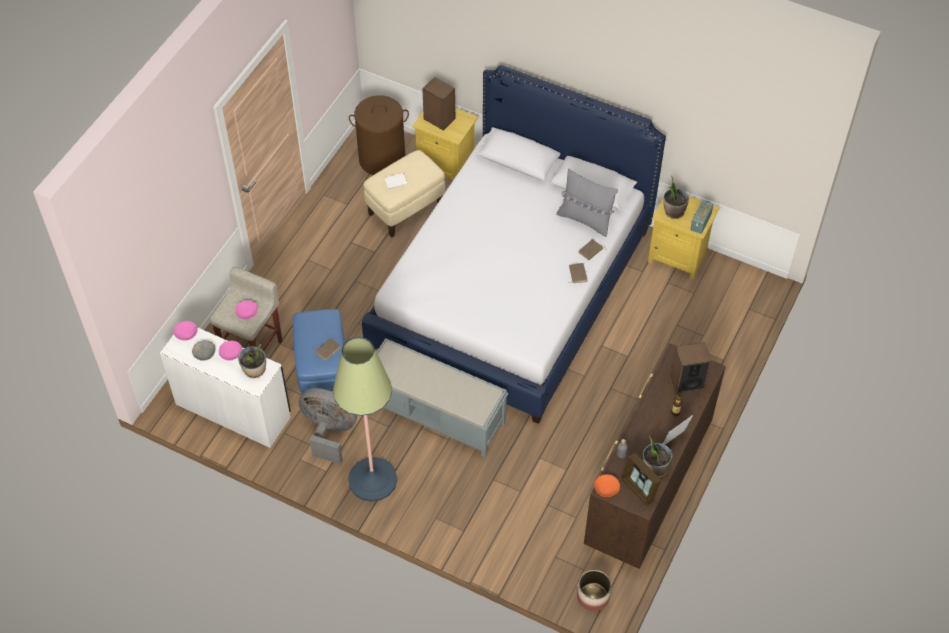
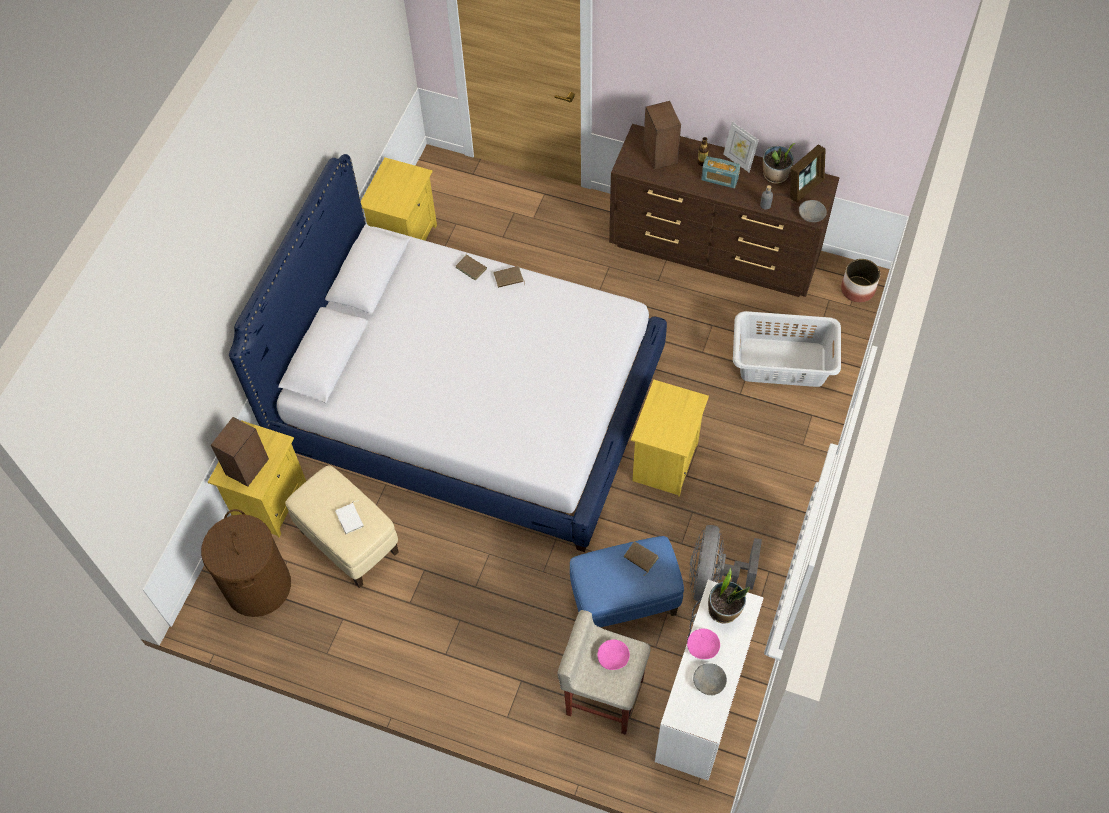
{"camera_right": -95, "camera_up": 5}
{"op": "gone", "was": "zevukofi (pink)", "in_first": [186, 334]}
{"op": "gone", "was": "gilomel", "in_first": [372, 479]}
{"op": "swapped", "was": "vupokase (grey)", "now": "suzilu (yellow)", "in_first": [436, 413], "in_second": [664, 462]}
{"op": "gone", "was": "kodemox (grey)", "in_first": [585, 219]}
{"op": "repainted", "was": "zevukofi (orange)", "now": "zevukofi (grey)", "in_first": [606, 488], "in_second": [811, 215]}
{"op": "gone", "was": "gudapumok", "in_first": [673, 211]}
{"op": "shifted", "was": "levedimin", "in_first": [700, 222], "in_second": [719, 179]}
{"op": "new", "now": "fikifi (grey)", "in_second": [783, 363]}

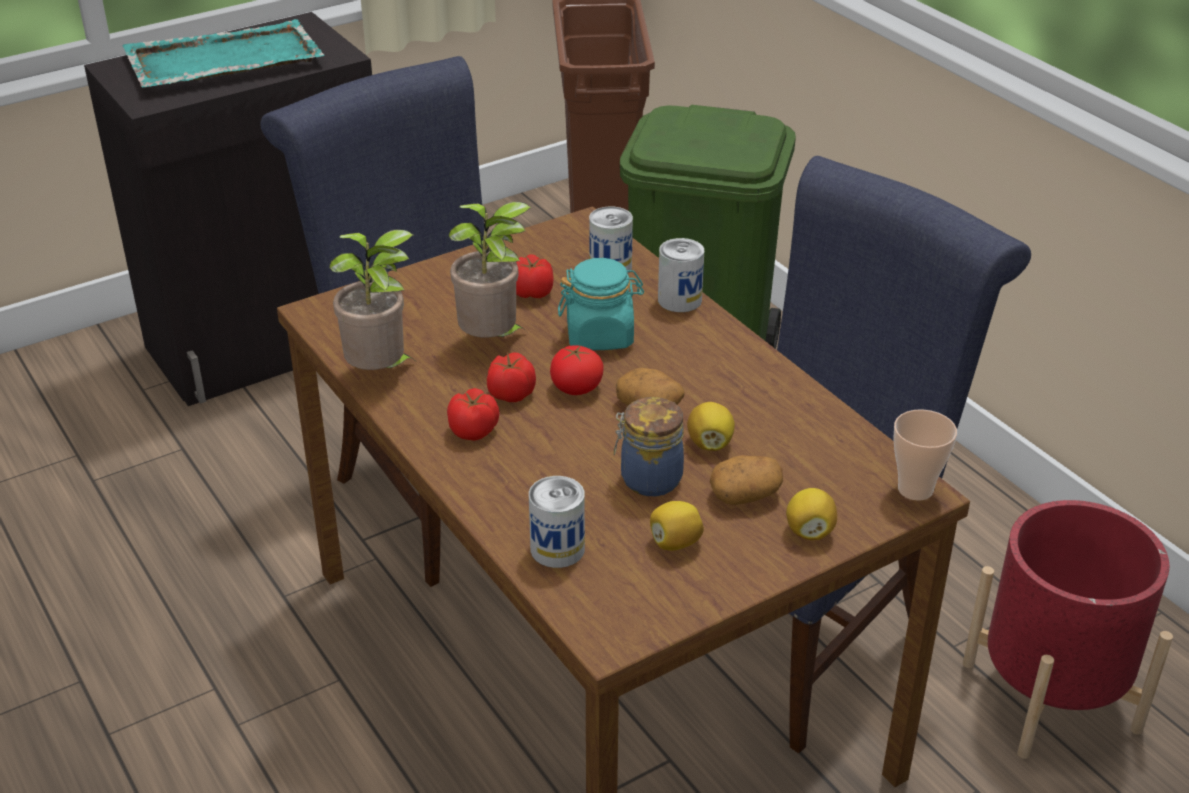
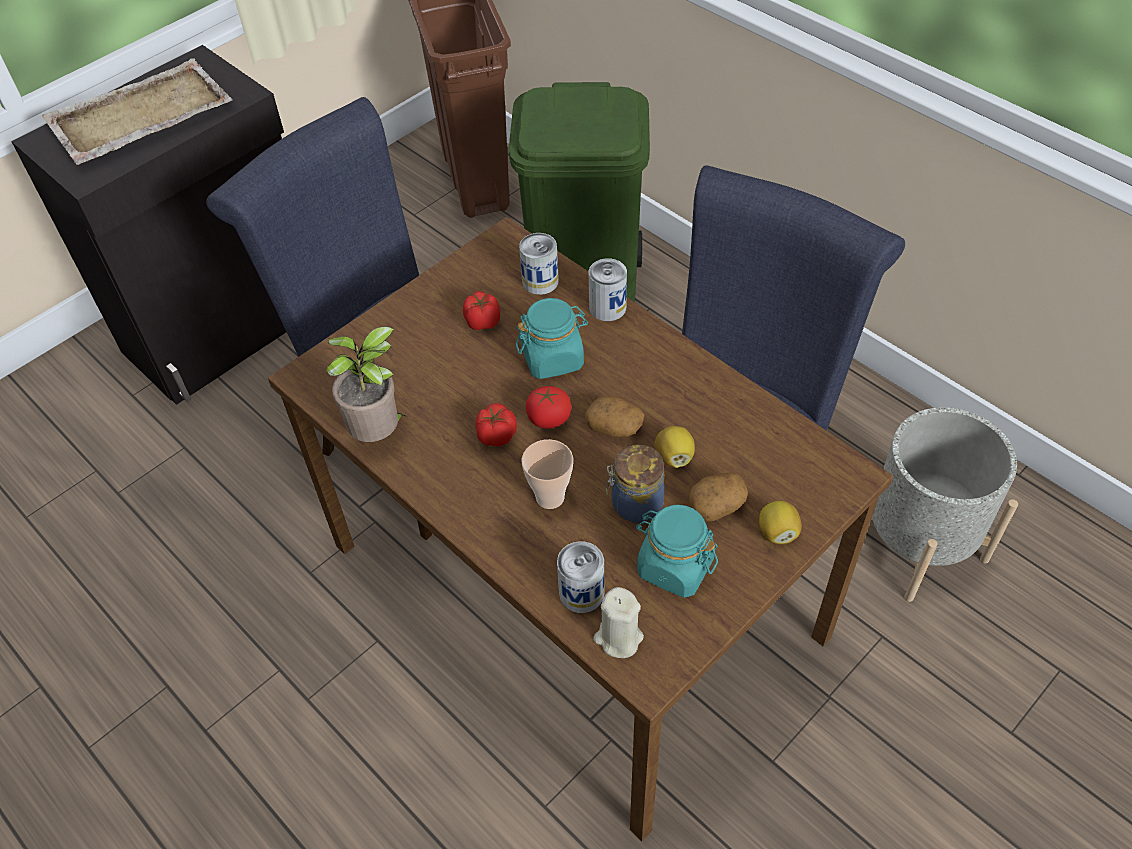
{"camera_right": -10, "camera_up": 15}
{"op": "repainted", "was": "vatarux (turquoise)", "now": "vatarux (beige)", "in_first": [222, 60], "in_second": [139, 116]}
{"op": "gone", "was": "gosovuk", "in_first": [474, 430]}
{"op": "gone", "was": "gudapumok", "in_first": [492, 342]}
{"op": "swapped", "was": "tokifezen", "now": "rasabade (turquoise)", "in_first": [675, 543], "in_second": [674, 567]}
{"op": "shifted", "was": "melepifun", "in_first": [915, 489], "in_second": [550, 497]}
{"op": "repainted", "was": "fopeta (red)", "now": "fopeta (grey)", "in_first": [1050, 696], "in_second": [917, 543]}
{"op": "new", "now": "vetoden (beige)", "in_second": [618, 638]}

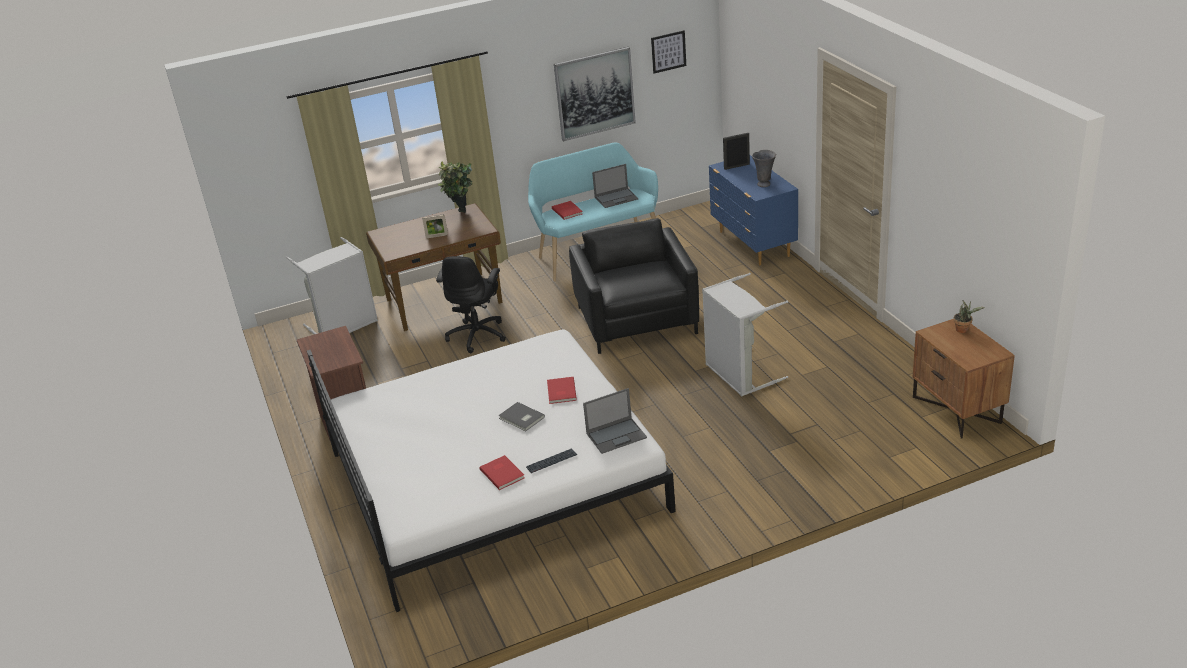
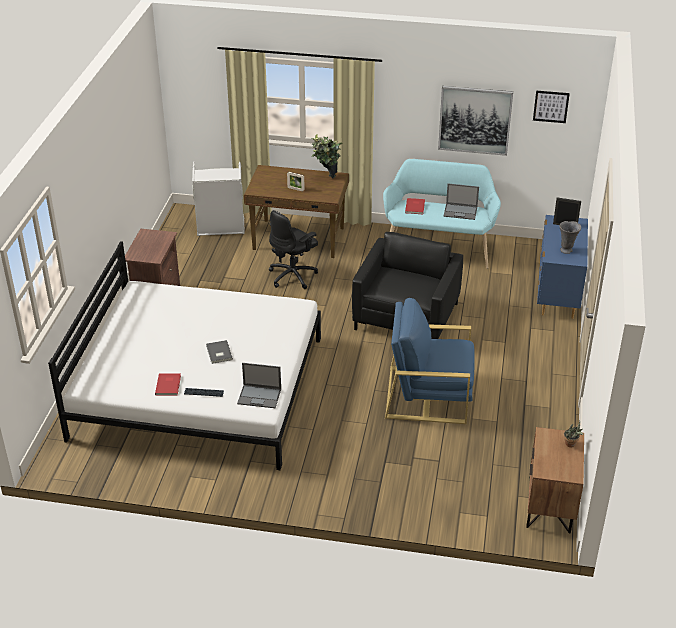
{"camera_right": 30, "camera_up": 5}
{"op": "gone", "was": "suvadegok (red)", "in_first": [560, 392]}
{"op": "swapped", "was": "fikifi (grey)", "now": "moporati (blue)", "in_first": [738, 374], "in_second": [428, 395]}

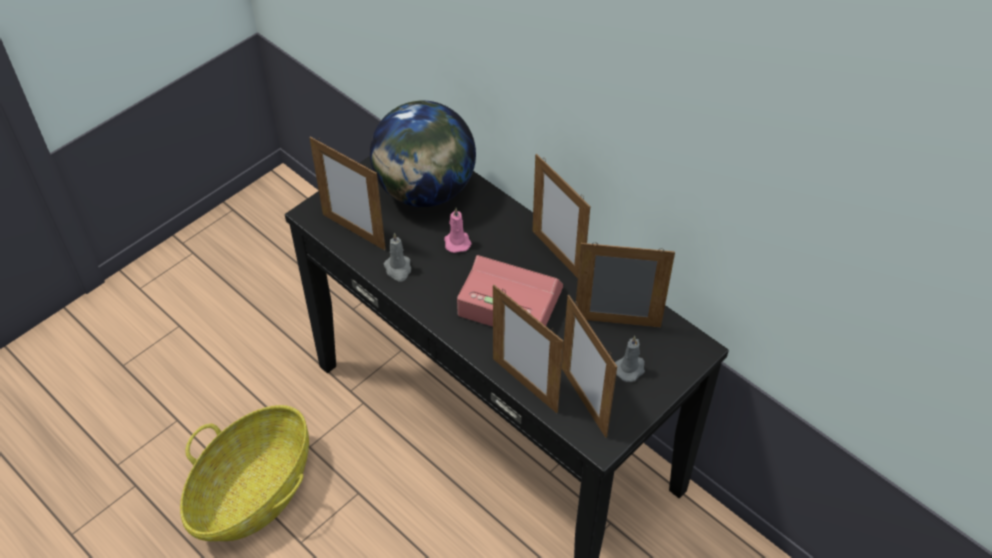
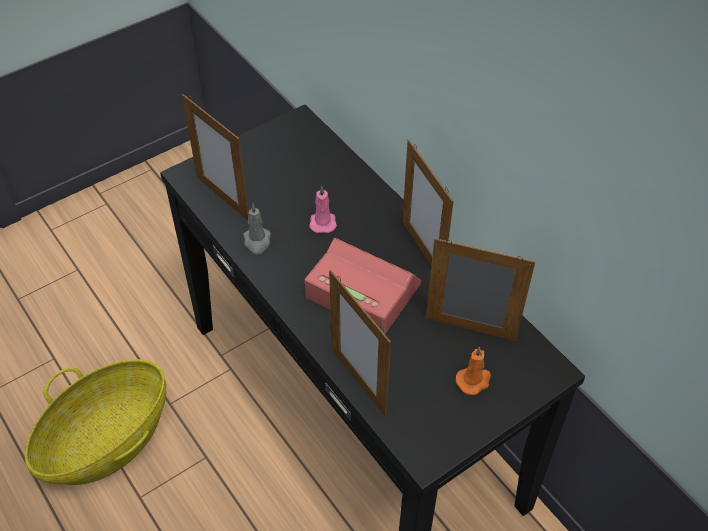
{"camera_right": 10, "camera_up": 0}
{"op": "gone", "was": "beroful", "in_first": [425, 191]}
{"op": "gone", "was": "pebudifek", "in_first": [584, 402]}
{"op": "repainted", "was": "vetoden (grey)", "now": "vetoden (orange)", "in_first": [630, 368], "in_second": [474, 380]}

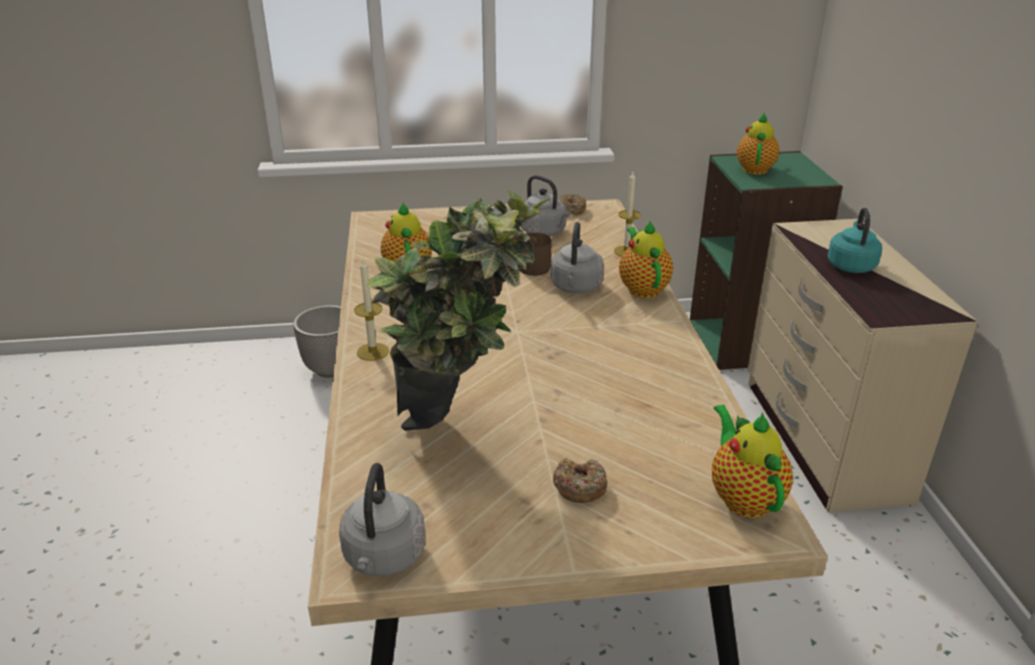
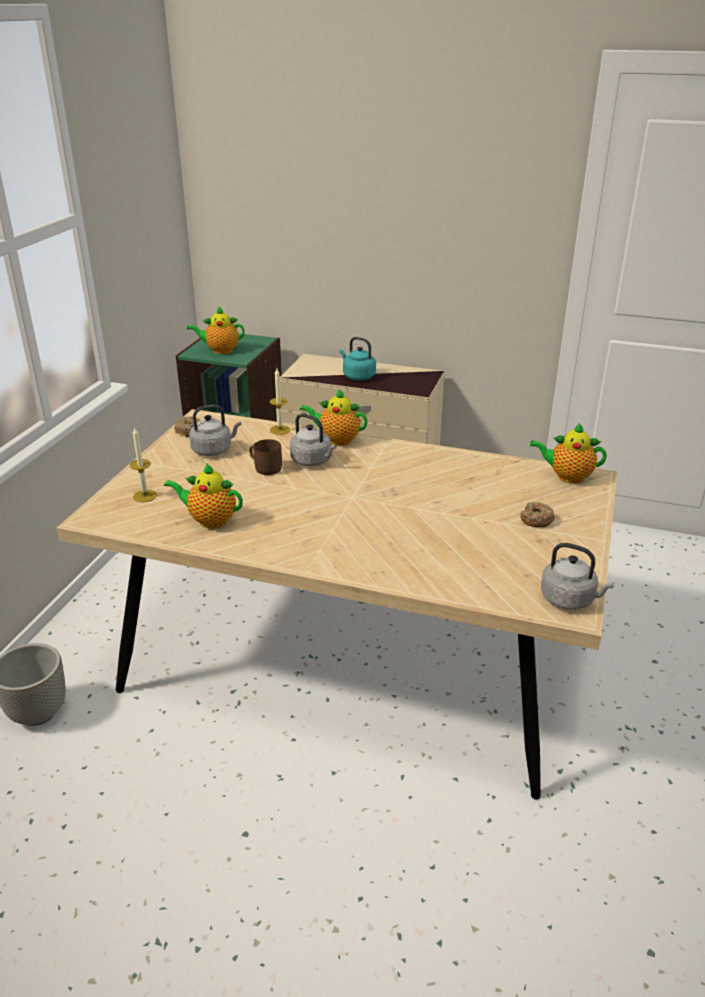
{"camera_right": -65, "camera_up": 0}
{"op": "shifted", "was": "vetoden", "in_first": [372, 351], "in_second": [145, 496]}
{"op": "gone", "was": "gudapumok", "in_first": [464, 433]}
{"op": "rotated", "was": "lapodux", "in_first": [755, 169], "in_second": [220, 350], "clockwise": -45}

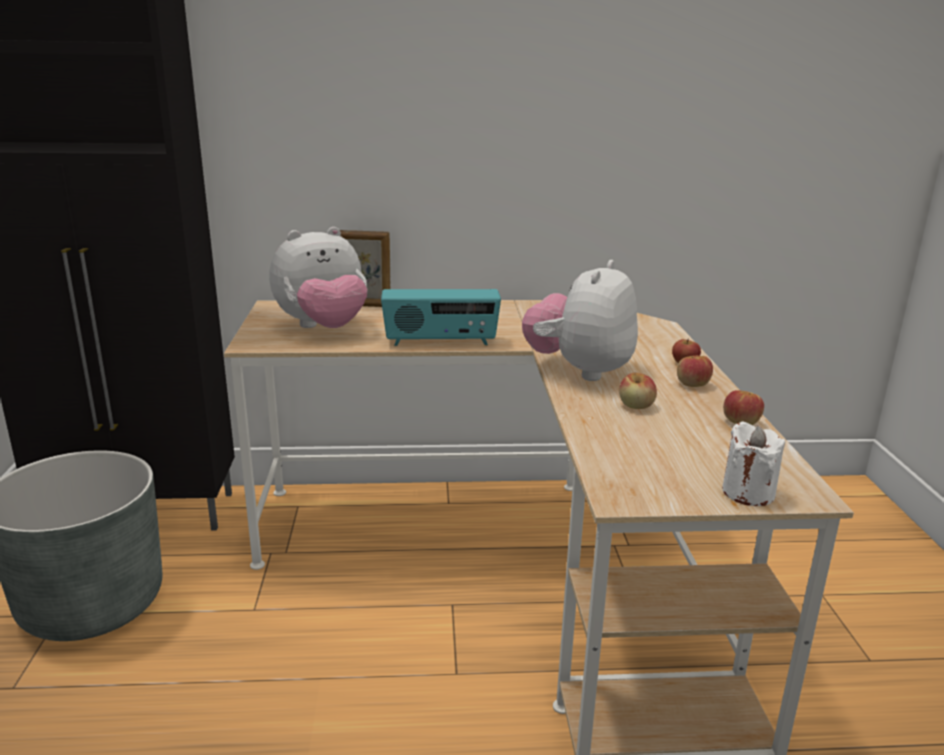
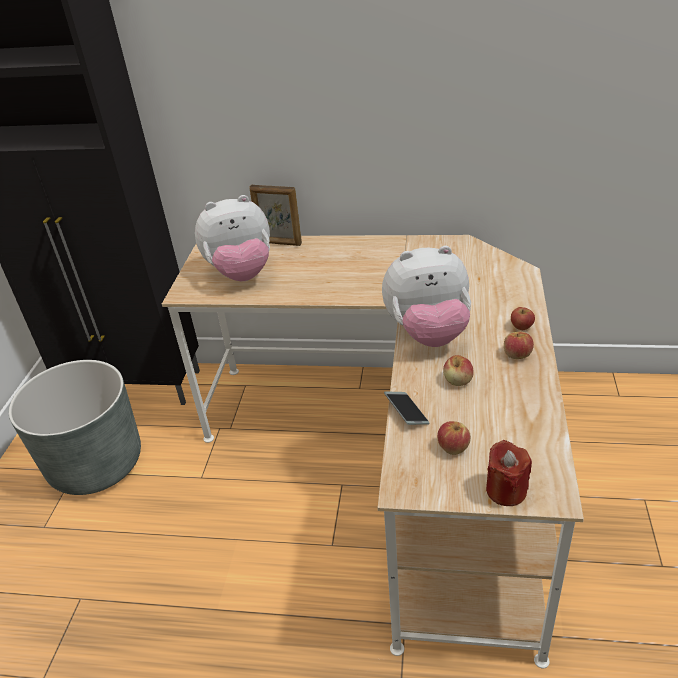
{"camera_right": 15, "camera_up": 15}
{"op": "gone", "was": "levedimin", "in_first": [440, 342]}
{"op": "rotated", "was": "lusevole", "in_first": [580, 370], "in_second": [428, 333], "clockwise": -135}
{"op": "repainted", "was": "vetoden (white)", "now": "vetoden (red)", "in_first": [748, 493], "in_second": [506, 490]}
{"op": "shifted", "was": "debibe", "in_first": [740, 422], "in_second": [453, 447]}
{"op": "new", "now": "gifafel", "in_second": [406, 412]}

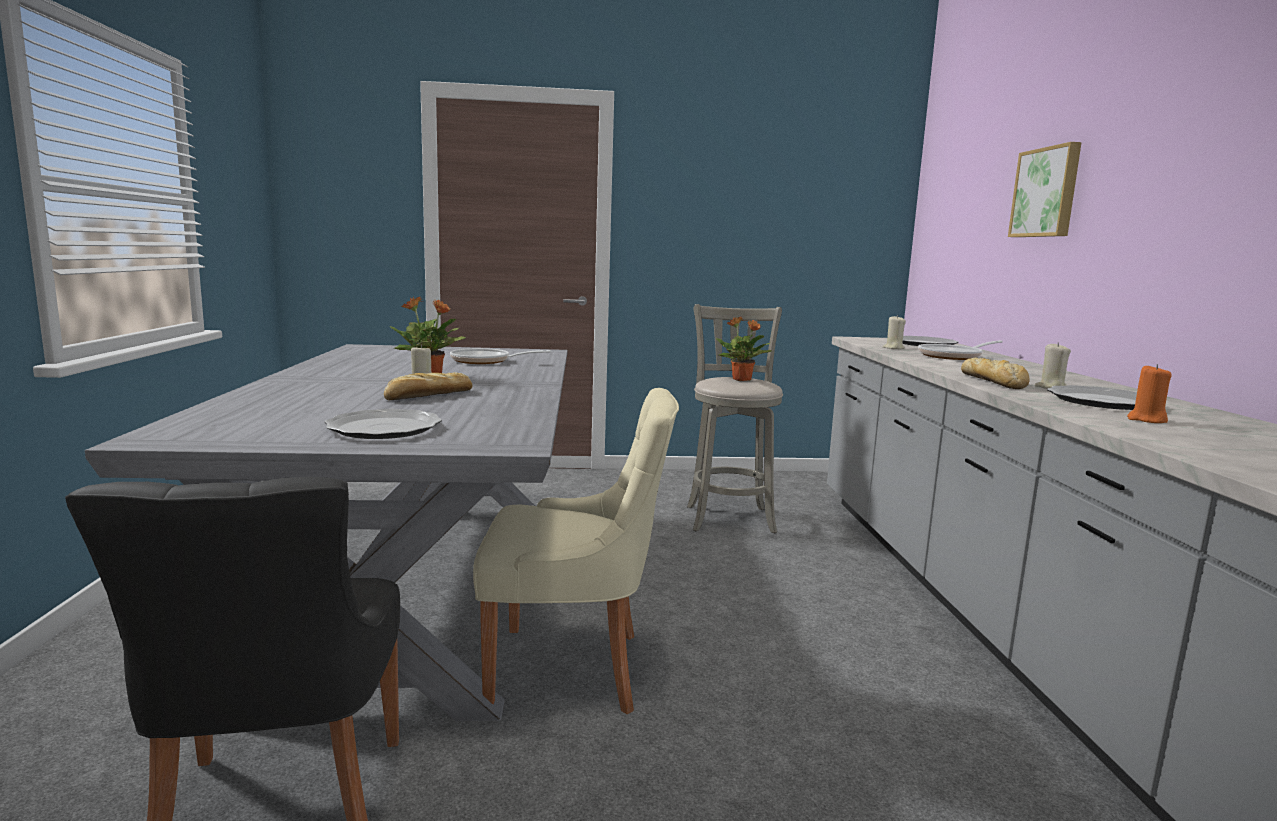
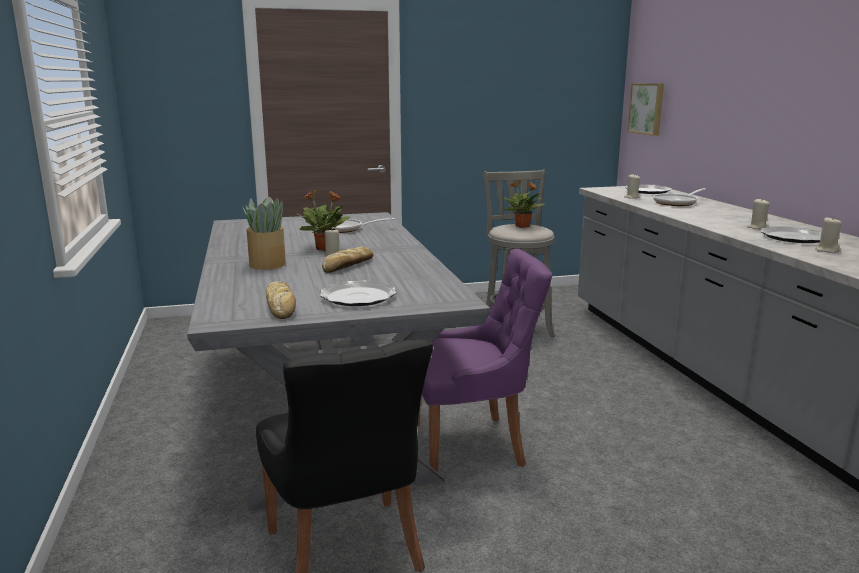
{"camera_right": -10, "camera_up": 5}
{"op": "repainted", "was": "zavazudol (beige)", "now": "zavazudol (purple)", "in_first": [573, 669], "in_second": [472, 444]}
{"op": "shifted", "was": "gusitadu", "in_first": [993, 382], "in_second": [281, 306]}
{"op": "shifted", "was": "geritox", "in_first": [1047, 192], "in_second": [647, 108]}
{"op": "repainted", "was": "vetoden (orange)", "now": "vetoden (beige)", "in_first": [1146, 420], "in_second": [826, 250]}
{"op": "new", "now": "gudapumok", "in_second": [268, 264]}

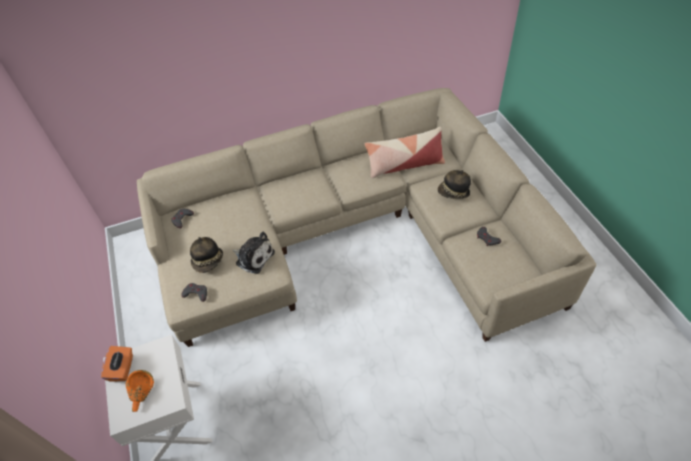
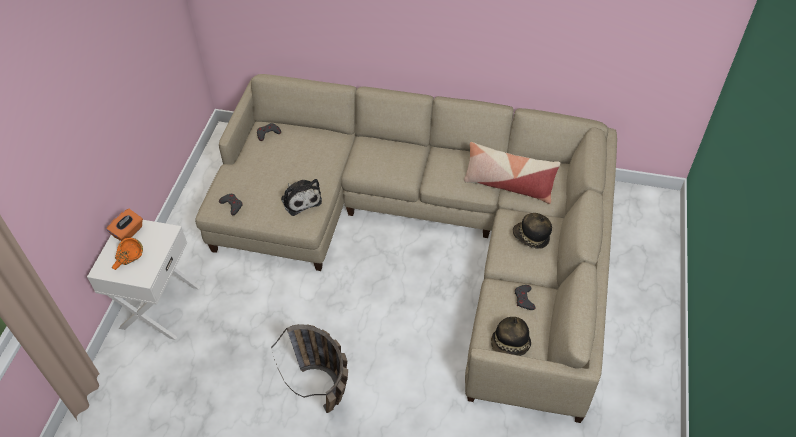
{"camera_right": 30, "camera_up": 0}
{"op": "shifted", "was": "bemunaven", "in_first": [208, 261], "in_second": [510, 345]}
{"op": "new", "now": "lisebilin", "in_second": [327, 396]}

